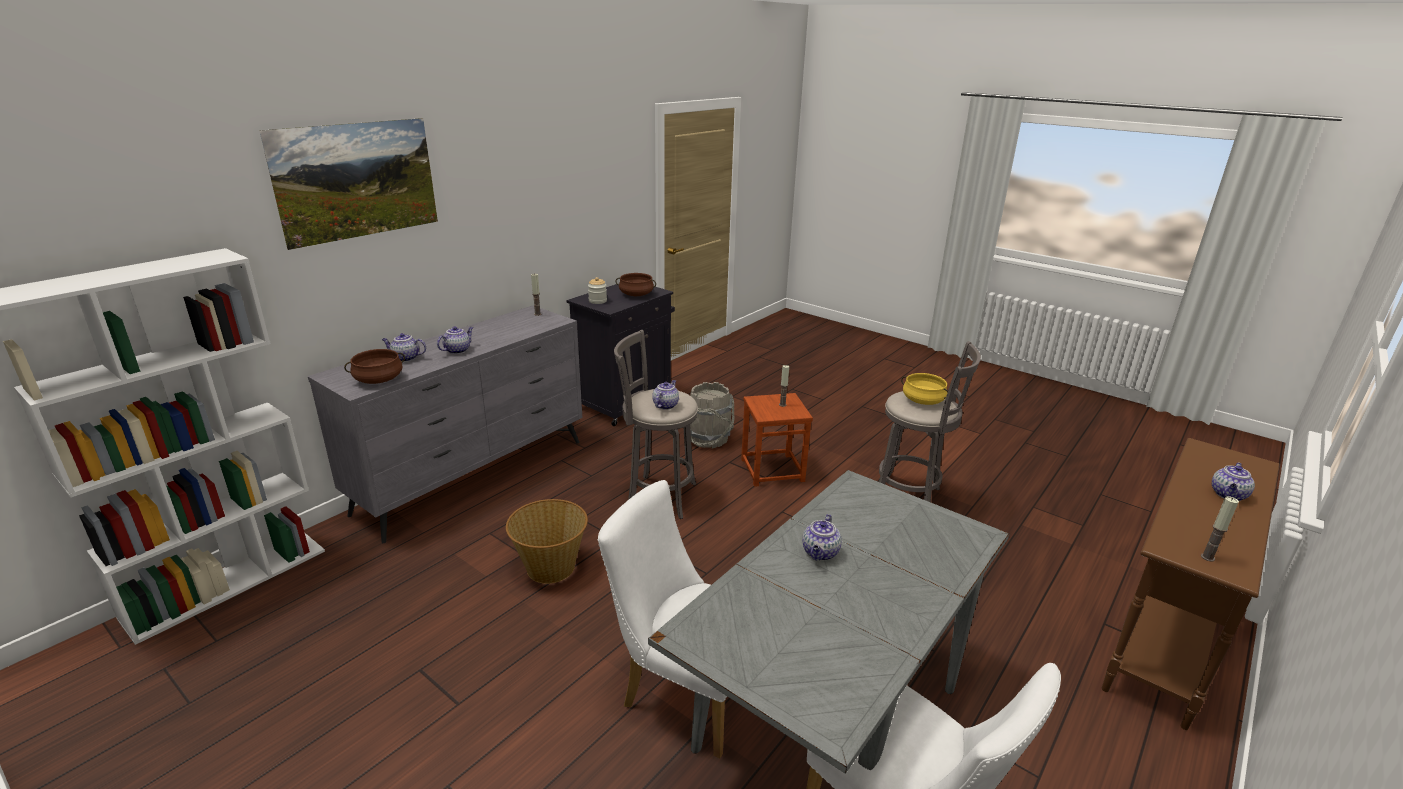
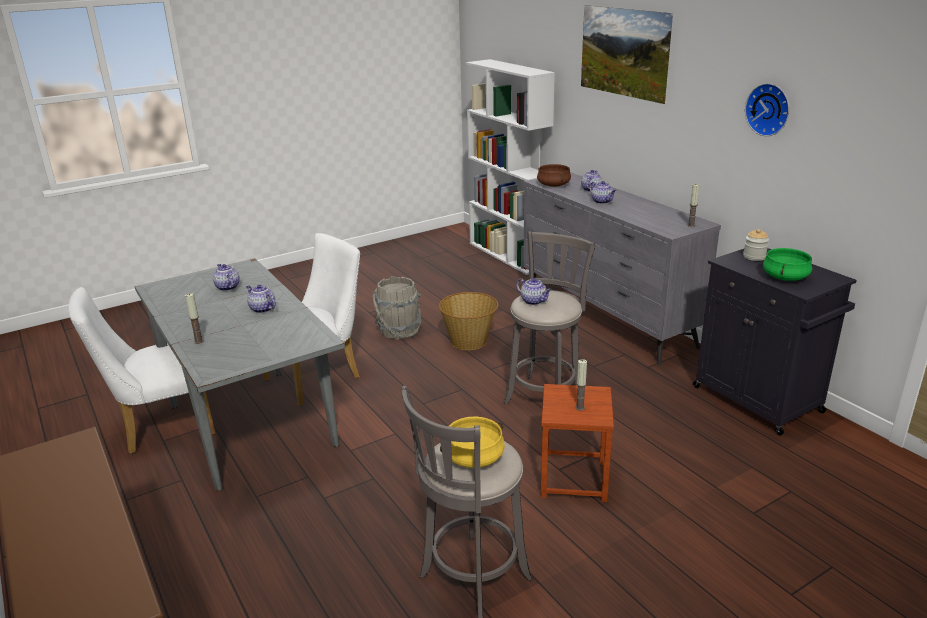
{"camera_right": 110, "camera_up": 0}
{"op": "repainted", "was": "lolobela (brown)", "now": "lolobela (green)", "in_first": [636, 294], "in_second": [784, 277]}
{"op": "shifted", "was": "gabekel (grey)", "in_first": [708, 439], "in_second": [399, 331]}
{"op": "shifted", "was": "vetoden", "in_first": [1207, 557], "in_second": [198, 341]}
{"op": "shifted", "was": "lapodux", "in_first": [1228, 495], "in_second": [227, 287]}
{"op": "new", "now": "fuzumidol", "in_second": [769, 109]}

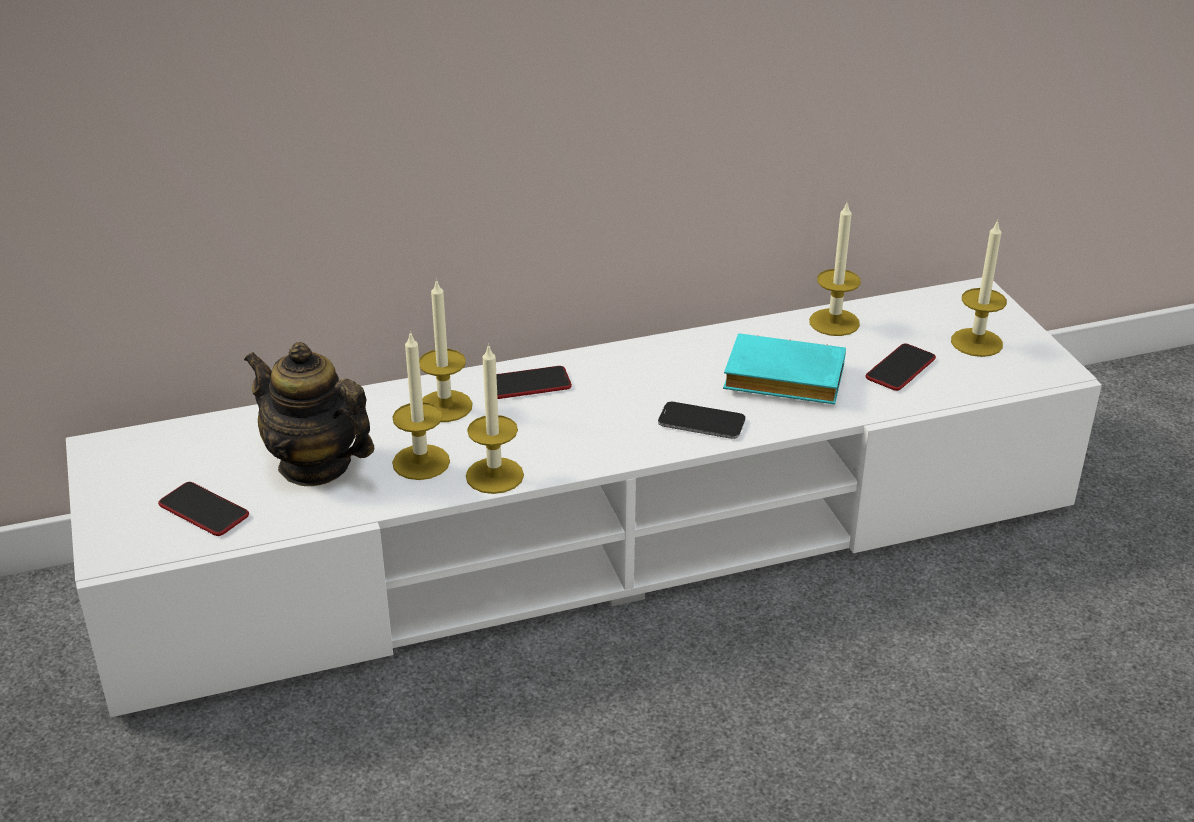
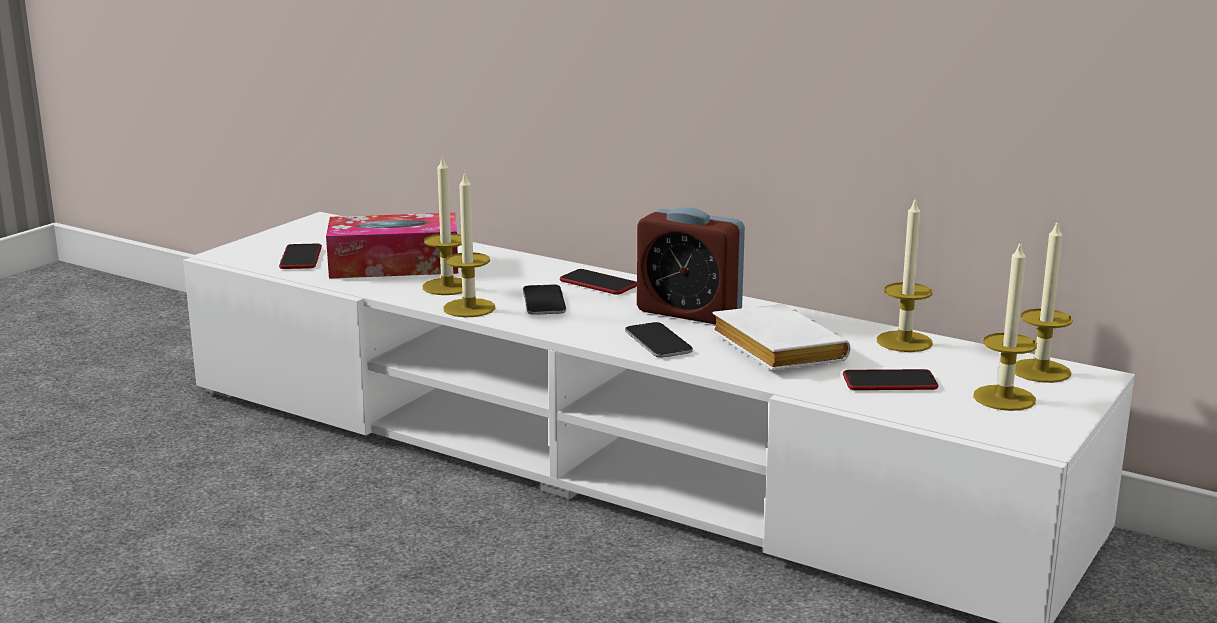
{"camera_right": 50, "camera_up": -15}
{"op": "swapped", "was": "lapodux", "now": "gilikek", "in_first": [315, 465], "in_second": [394, 265]}
{"op": "shifted", "was": "vetoden", "in_first": [445, 406], "in_second": [1040, 371]}
{"op": "repainted", "was": "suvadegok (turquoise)", "now": "suvadegok (white)", "in_first": [780, 380], "in_second": [772, 349]}
{"op": "new", "now": "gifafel", "in_second": [544, 301]}
{"op": "new", "now": "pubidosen", "in_second": [689, 312]}

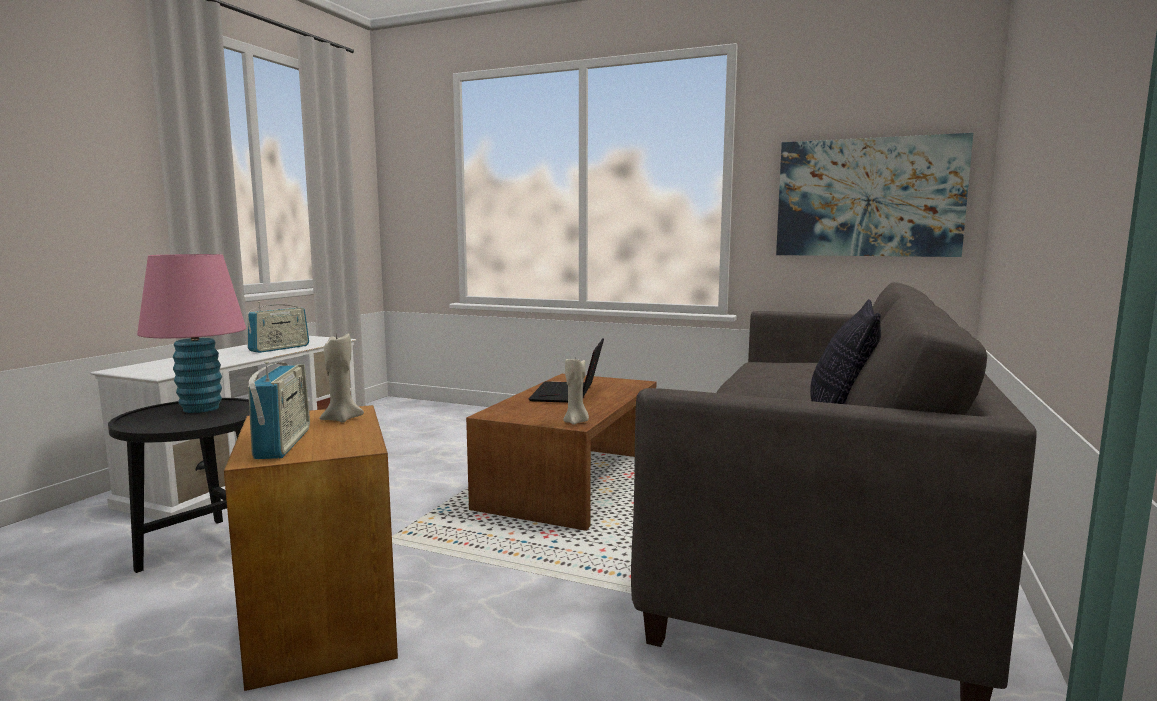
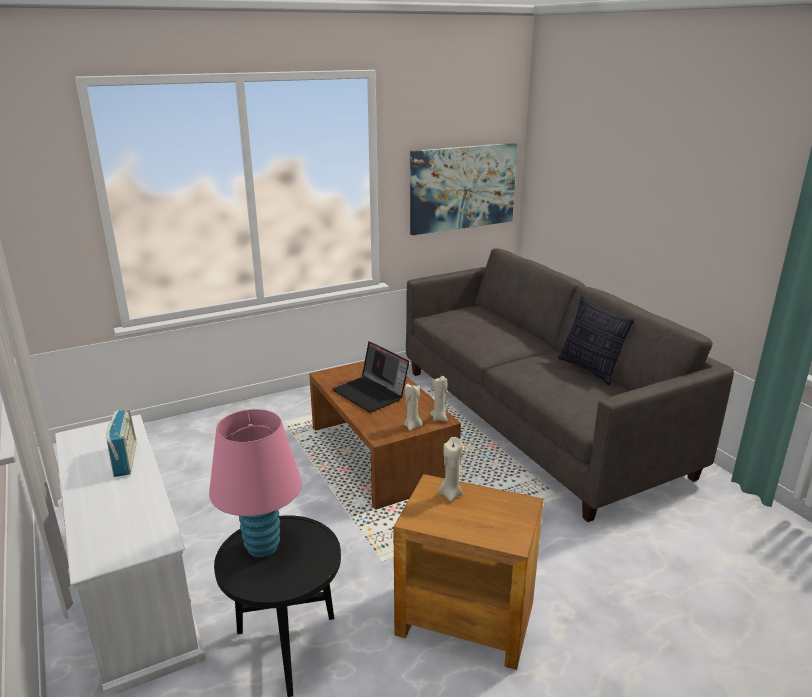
{"camera_right": -50, "camera_up": 15}
{"op": "gone", "was": "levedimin", "in_first": [283, 444]}
{"op": "new", "now": "vetoden (beige)", "in_second": [413, 426]}

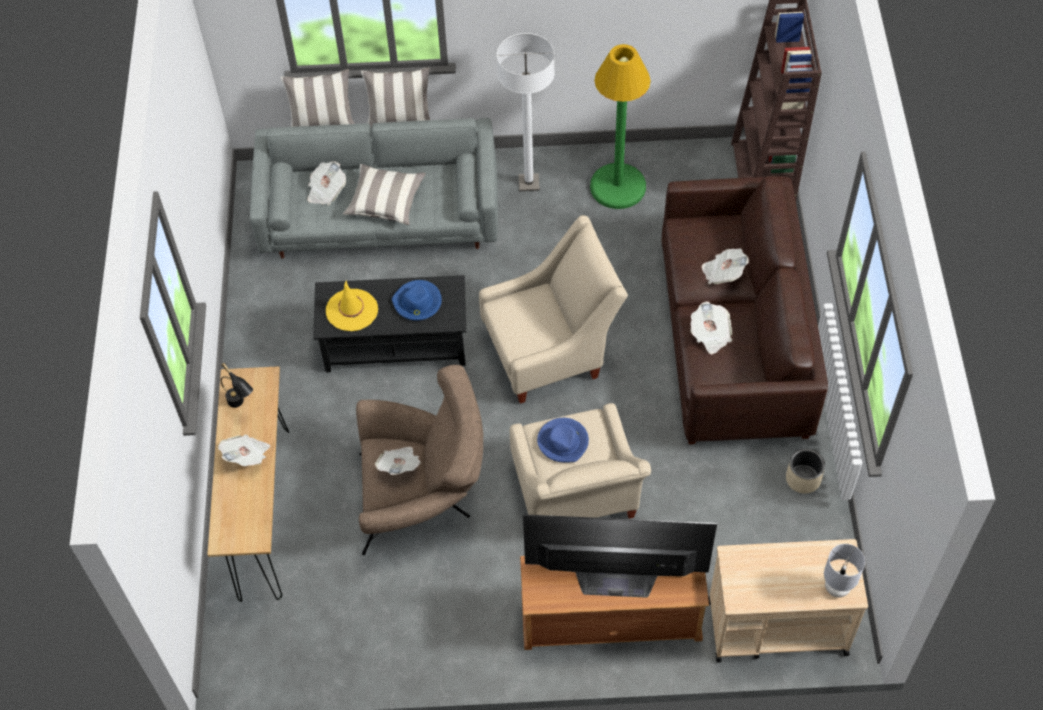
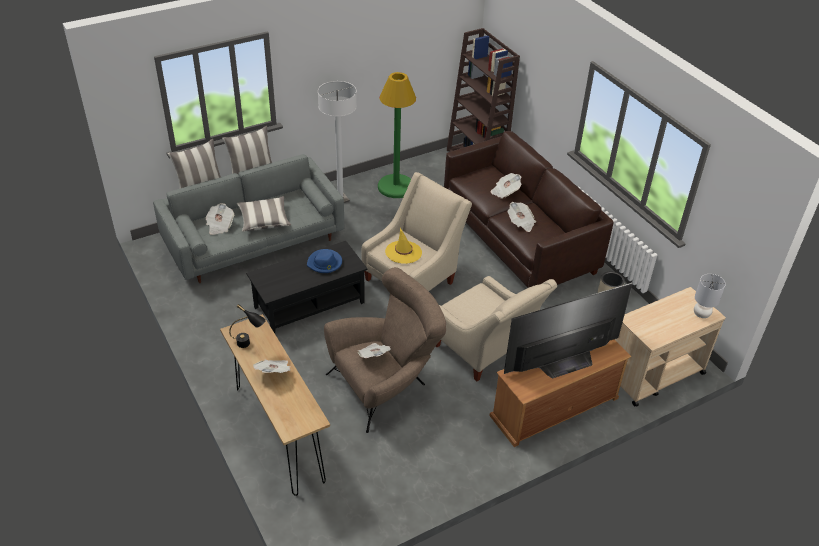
{"camera_right": -30, "camera_up": -15}
{"op": "shifted", "was": "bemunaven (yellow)", "in_first": [352, 310], "in_second": [403, 252]}
{"op": "gone", "was": "bemunaven (blue)", "in_first": [563, 441]}

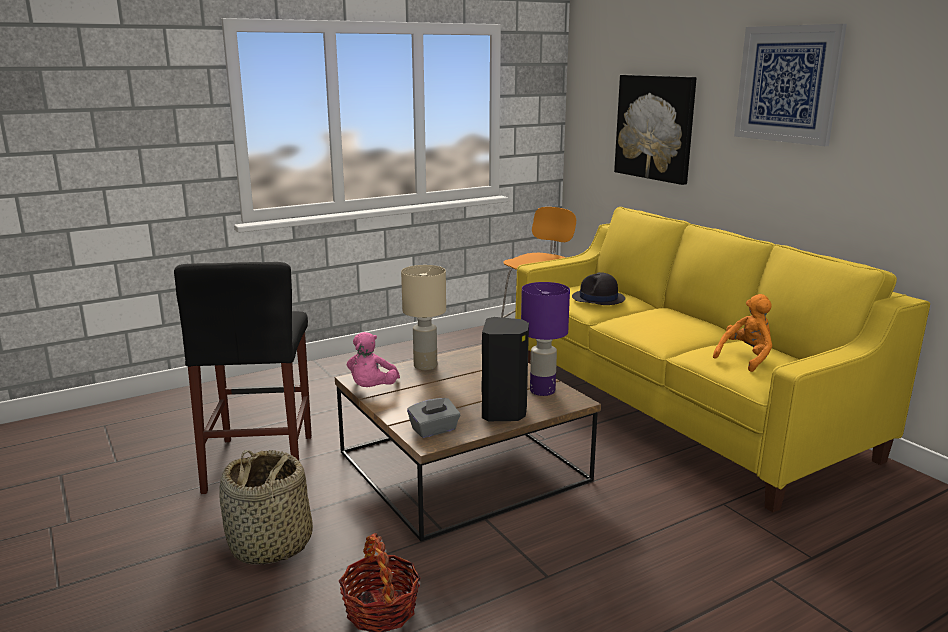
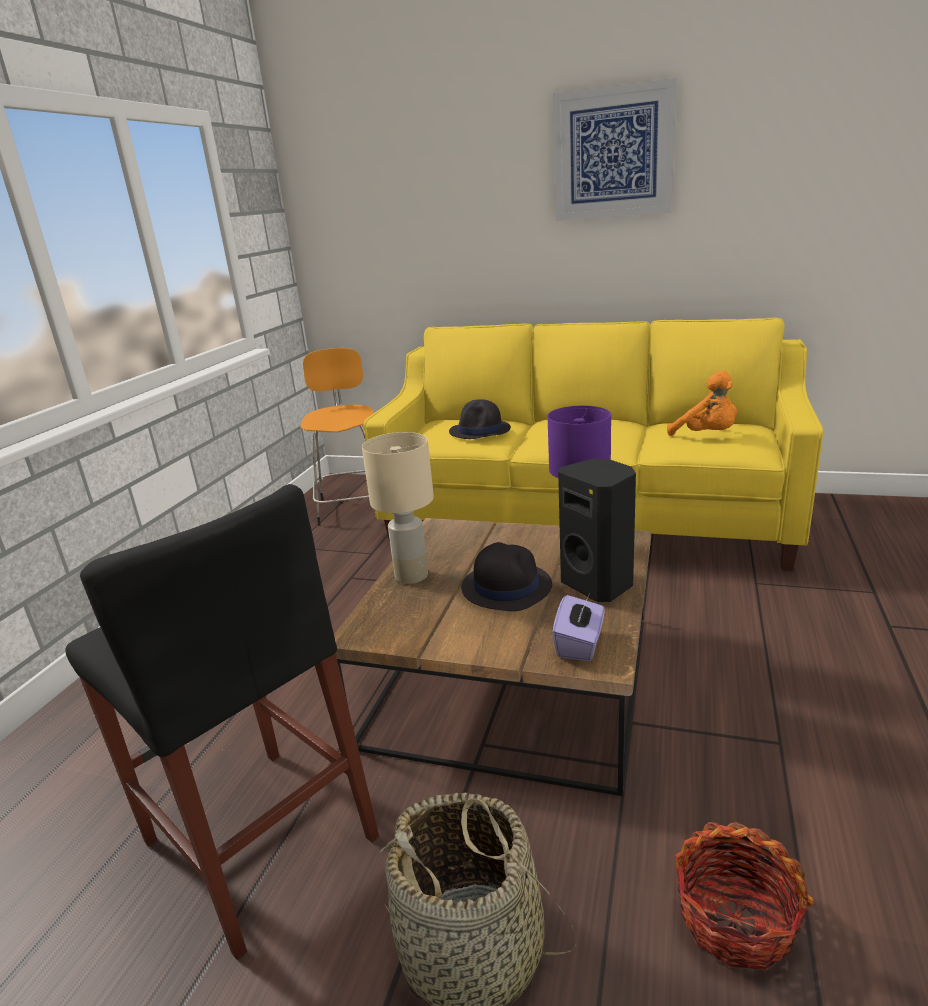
{"camera_right": -40, "camera_up": 5}
{"op": "gone", "was": "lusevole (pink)", "in_first": [372, 389]}
{"op": "repainted", "was": "gilikek (grey)", "now": "gilikek (purple)", "in_first": [434, 430], "in_second": [579, 644]}
{"op": "gone", "was": "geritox", "in_first": [655, 127]}
{"op": "rotated", "was": "lusevole (orange)", "in_first": [746, 358], "in_second": [707, 436], "clockwise": 135}
{"op": "new", "now": "bemunaven (black)", "in_second": [506, 586]}

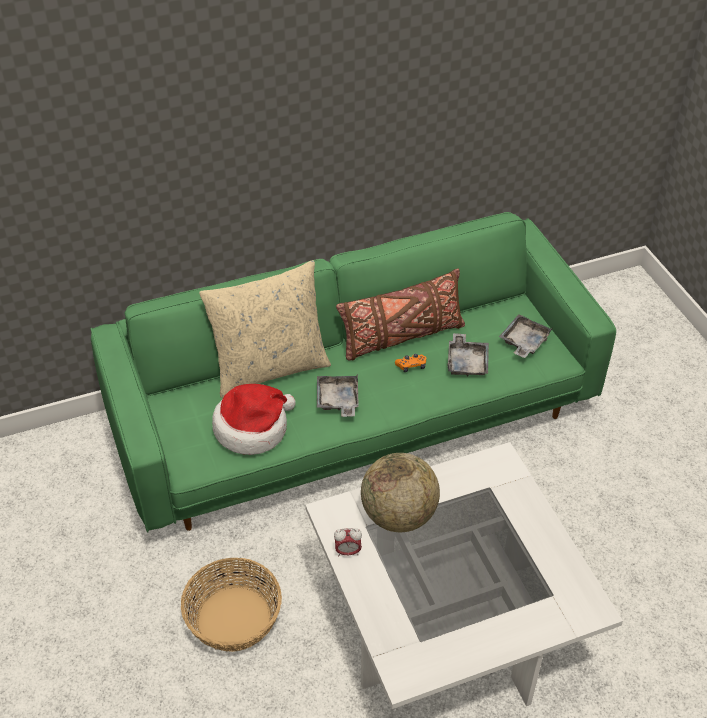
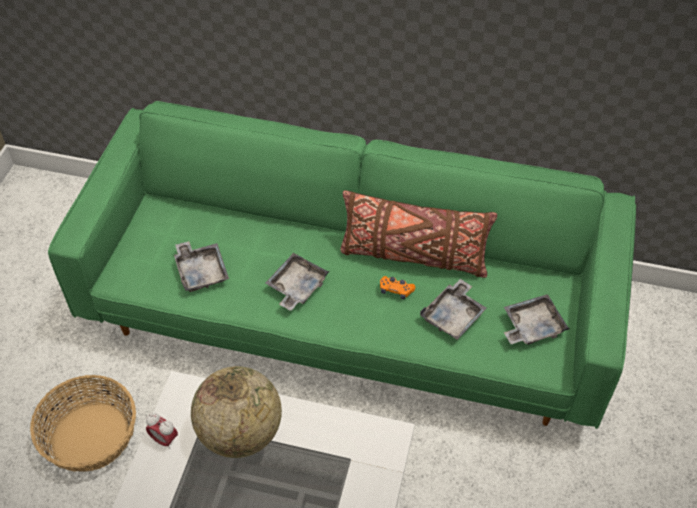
{"camera_right": 35, "camera_up": 5}
{"op": "gone", "was": "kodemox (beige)", "in_first": [270, 368]}
{"op": "swapped", "was": "bemunaven", "now": "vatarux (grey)", "in_first": [253, 428], "in_second": [201, 271]}

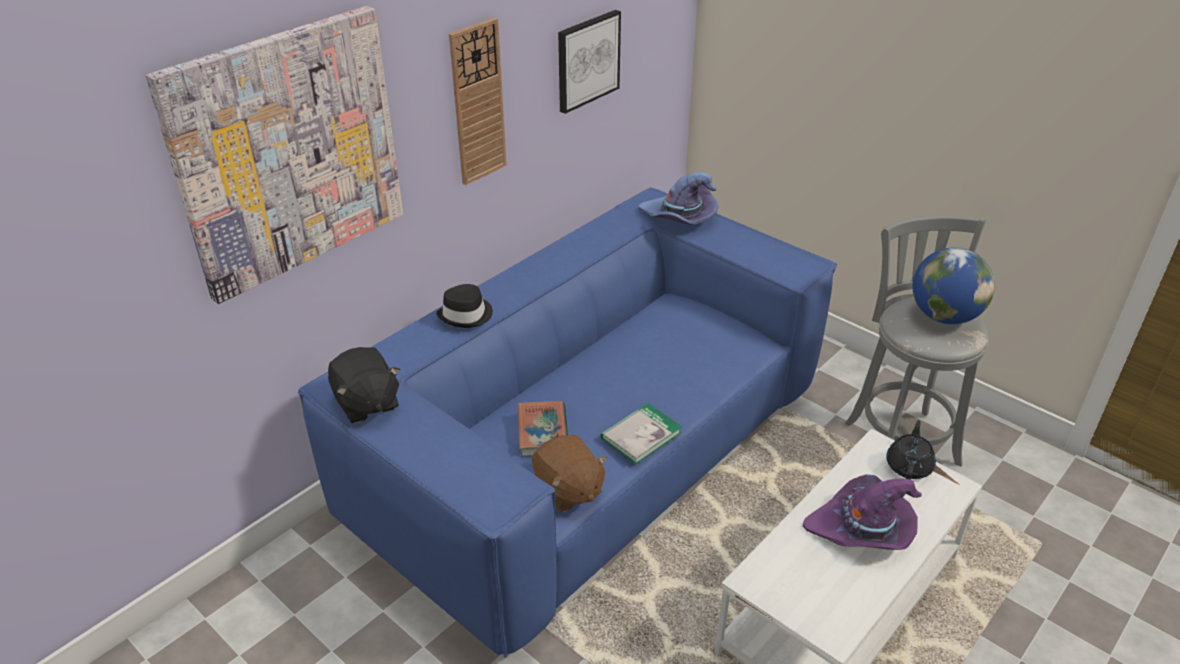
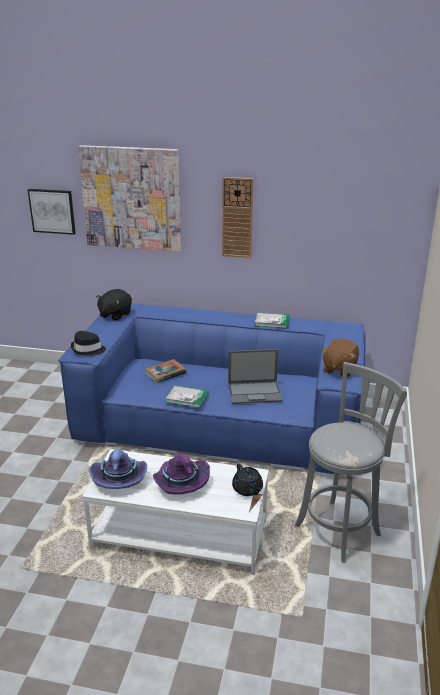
{"camera_right": 60, "camera_up": -10}
{"op": "shifted", "was": "bemunaven (black)", "in_first": [466, 315], "in_second": [88, 349]}
{"op": "shifted", "was": "lusevole (brown)", "in_first": [568, 490], "in_second": [339, 369]}
{"op": "shifted", "was": "geritox", "in_first": [587, 60], "in_second": [52, 211]}
{"op": "shifted", "was": "bemunaven (purple)", "in_first": [680, 217], "in_second": [119, 478]}
{"op": "rotated", "was": "lapodux (black)", "in_first": [909, 466], "in_second": [247, 489], "clockwise": 75}
{"op": "gone", "was": "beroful", "in_first": [944, 316]}
{"op": "new", "now": "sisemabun", "in_second": [255, 392]}
{"op": "new", "now": "suvadegok", "in_second": [272, 322]}

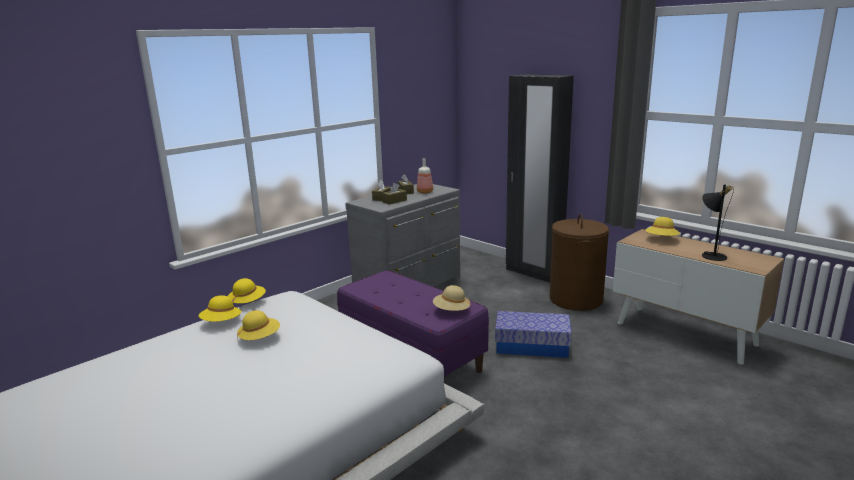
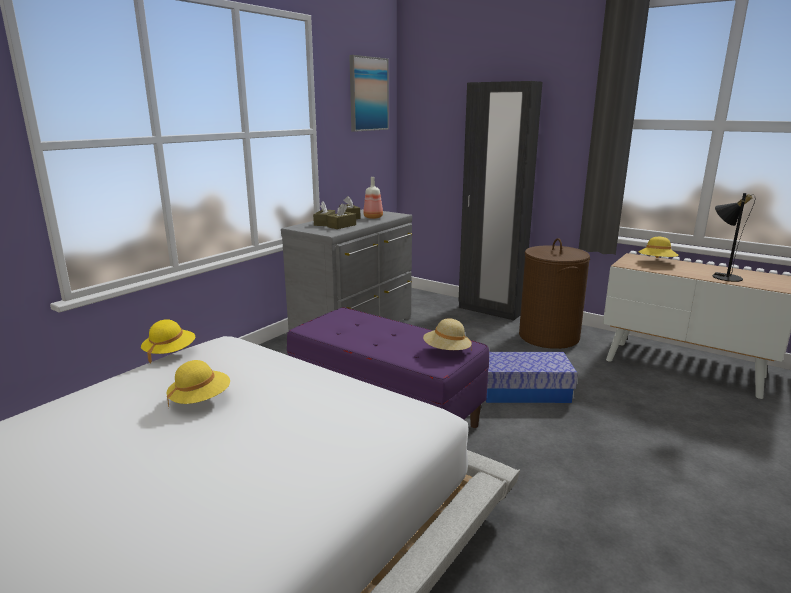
{"camera_right": -10, "camera_up": 0}
{"op": "gone", "was": "bemunaven (yellow)", "in_first": [221, 322]}
{"op": "new", "now": "geritox", "in_second": [368, 94]}

